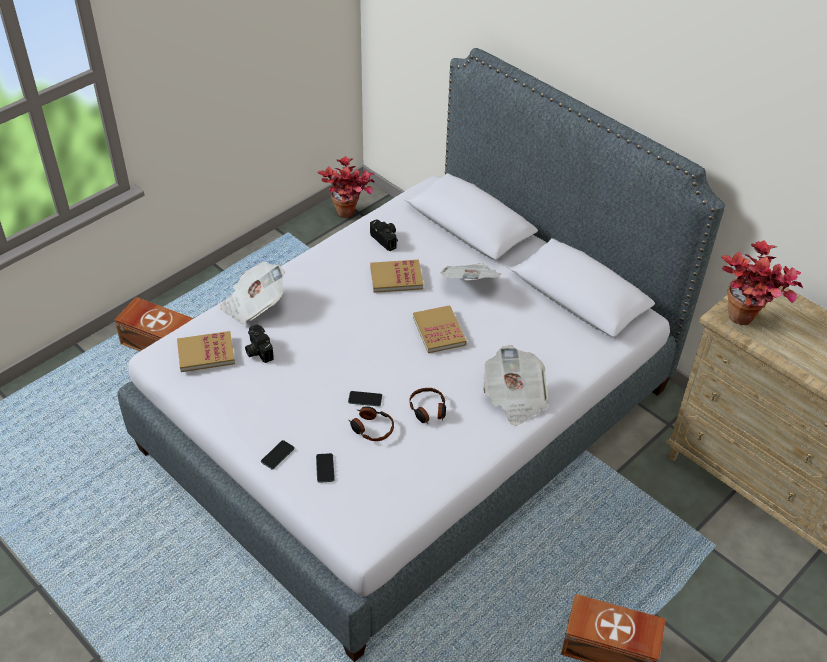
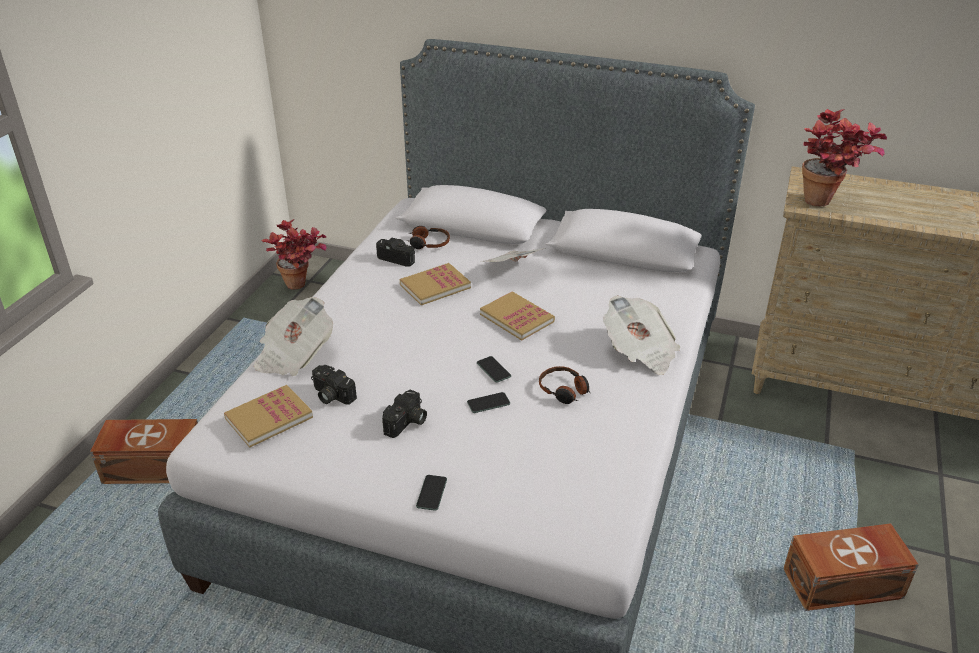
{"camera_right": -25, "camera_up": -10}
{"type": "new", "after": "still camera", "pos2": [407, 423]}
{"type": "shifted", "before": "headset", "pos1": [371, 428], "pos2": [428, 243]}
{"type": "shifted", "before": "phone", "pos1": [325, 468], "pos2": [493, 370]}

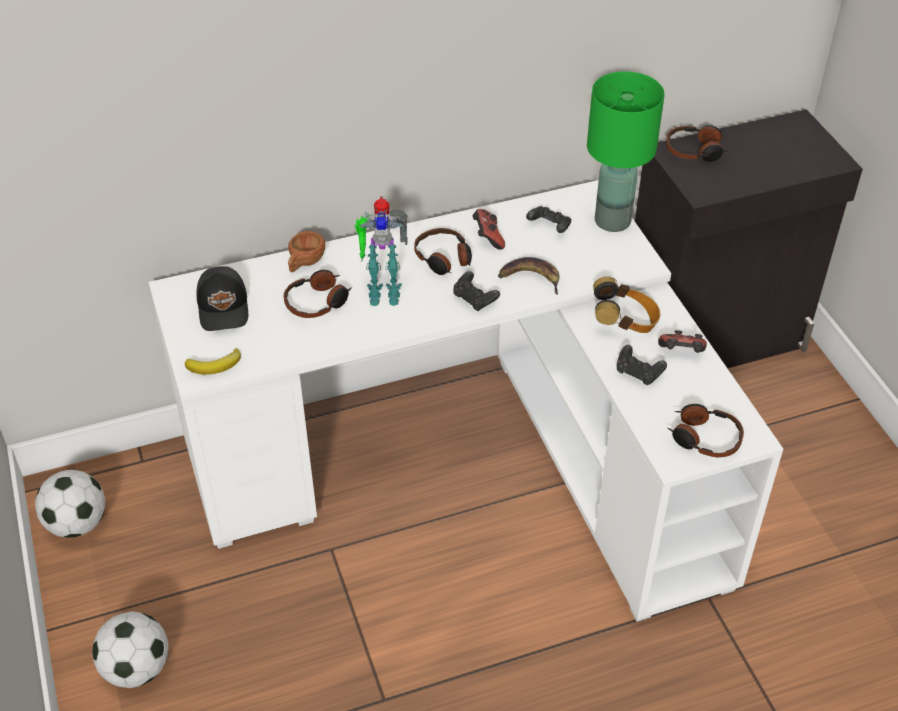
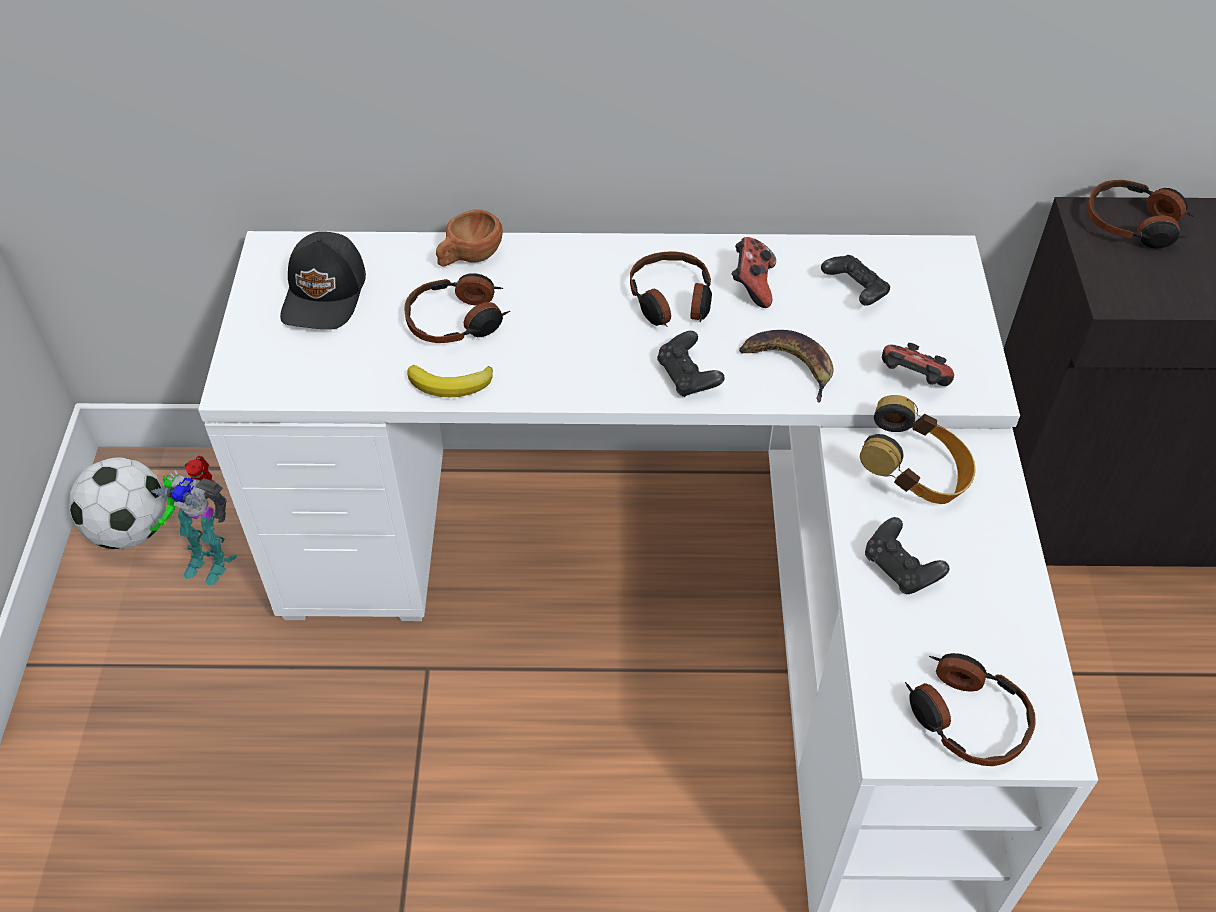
{"camera_right": 20, "camera_up": 5}
{"type": "shifted", "before": "toy robot", "pos1": [382, 290], "pos2": [209, 558]}
{"type": "shifted", "before": "whole banana", "pos1": [215, 365], "pos2": [451, 384]}
{"type": "shifted", "before": "game controller", "pos1": [681, 354], "pos2": [911, 382]}
{"type": "gone", "before": "ball for football", "pos1": [136, 668]}
{"type": "gone", "before": "green-coloured tabletop lamp", "pos1": [613, 221]}

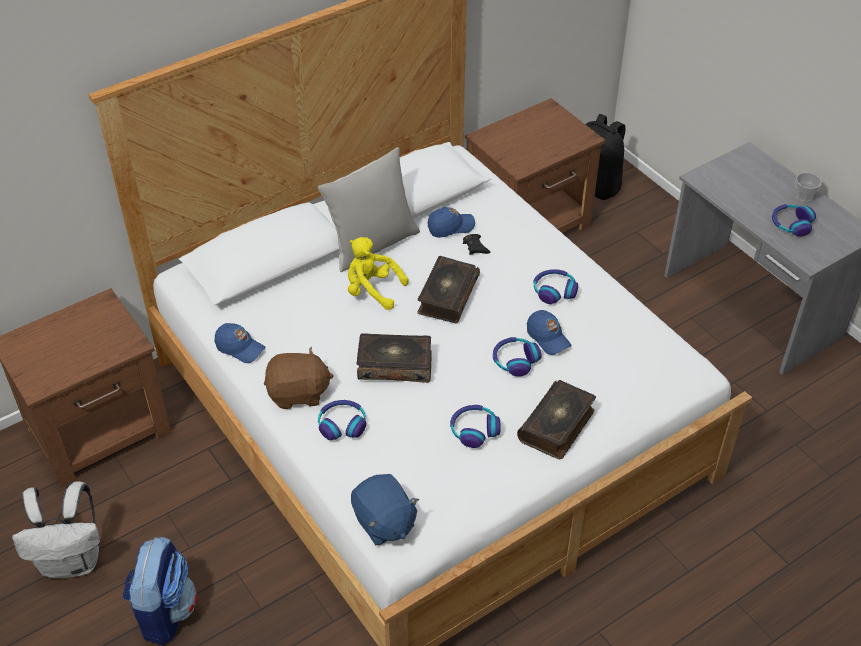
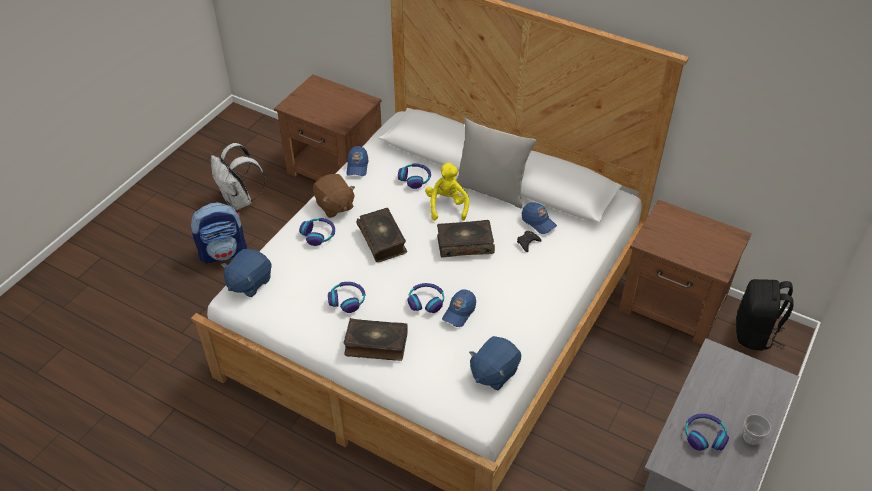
{"camera_right": 65, "camera_up": 0}
{"type": "shifted", "before": "headset", "pos1": [554, 290], "pos2": [415, 179]}
{"type": "new", "after": "blue soft toy", "pos2": [493, 372]}

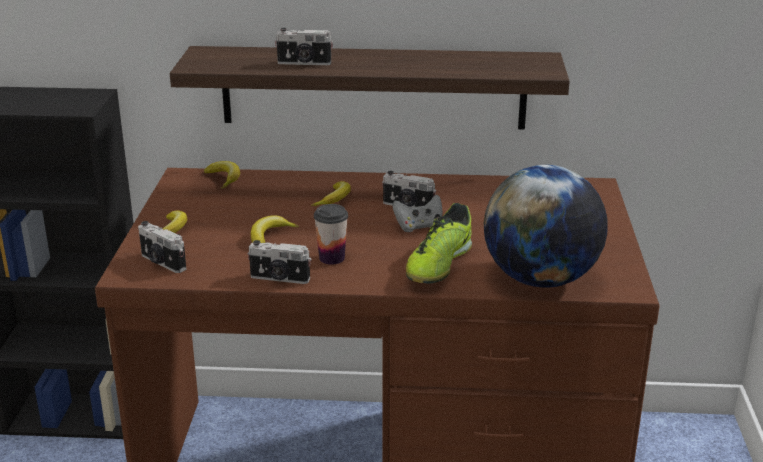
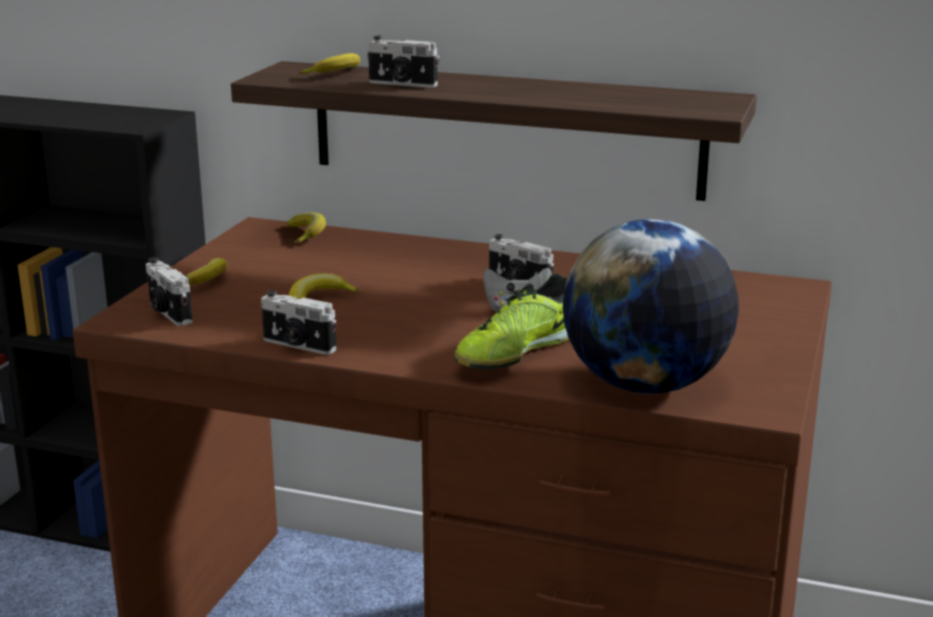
{"camera_right": 15, "camera_up": -5}
{"type": "shifted", "before": "whole banana", "pos1": [335, 199], "pos2": [336, 73]}
{"type": "gone", "before": "drinking cup", "pos1": [332, 258]}

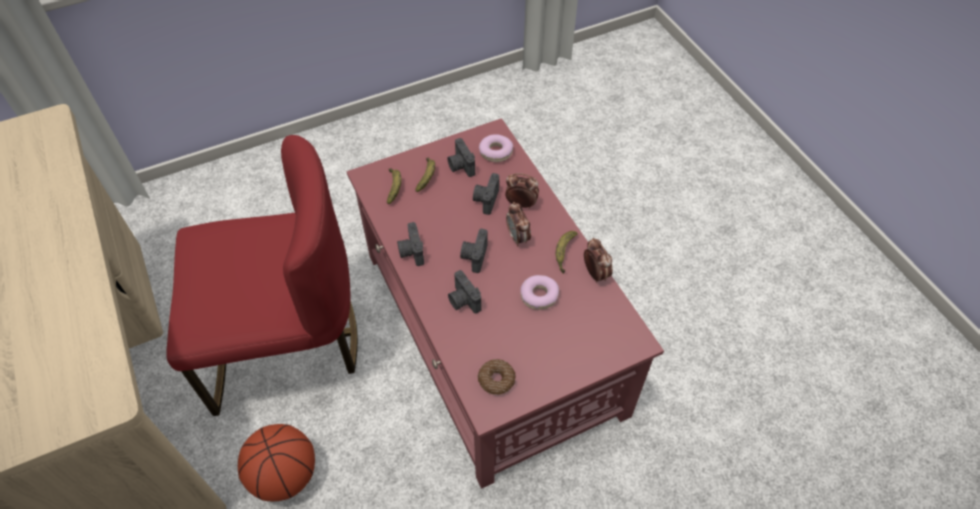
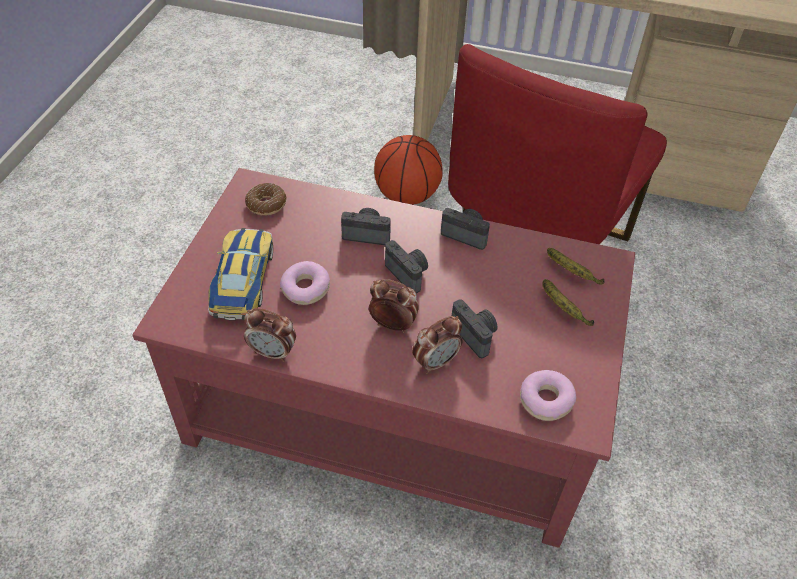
{"camera_right": 130, "camera_up": -5}
{"type": "new", "after": "model car", "pos2": [243, 280]}
{"type": "gone", "before": "still camera", "pos1": [460, 166]}
{"type": "gone", "before": "whole banana", "pos1": [564, 253]}

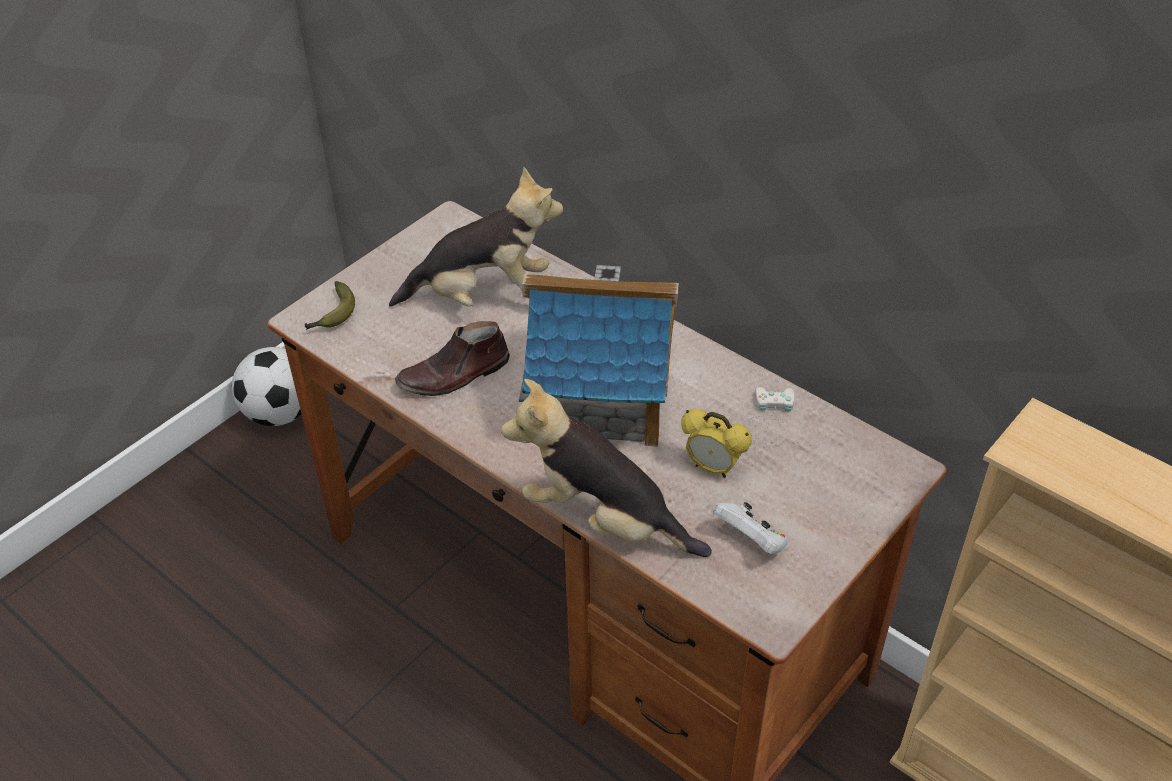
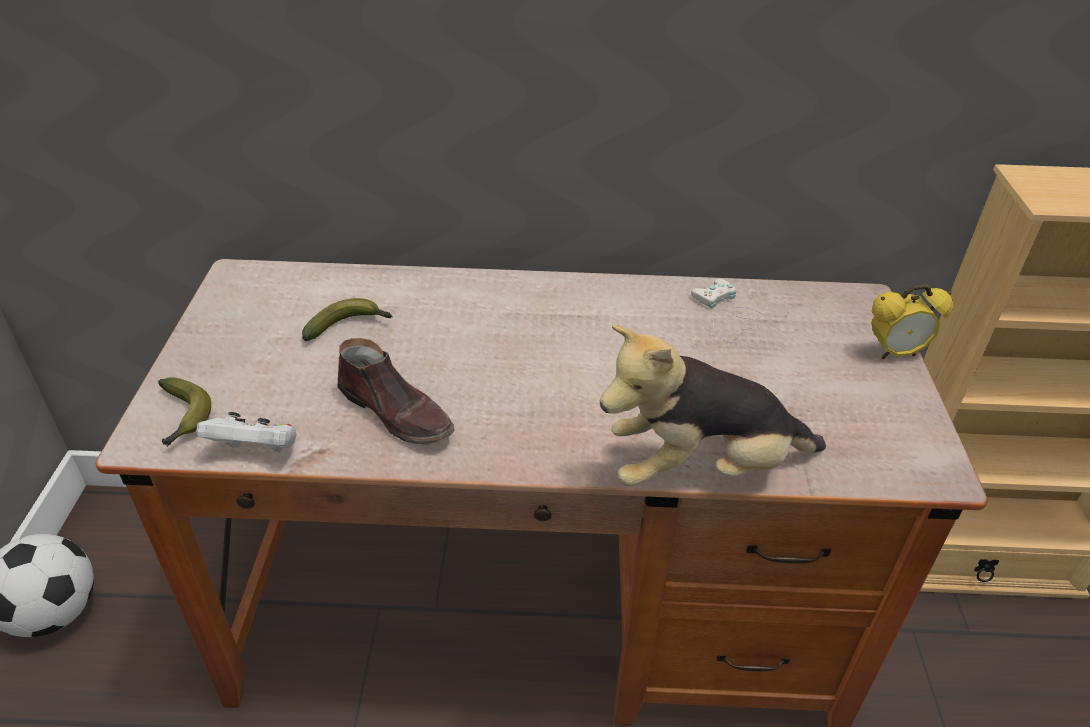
{"camera_right": -40, "camera_up": -5}
{"type": "shifted", "before": "white-coloured game controller", "pos1": [751, 542], "pos2": [257, 451]}
{"type": "swapped", "before": "soft toy", "after": "whole banana", "pos1": [484, 296], "pos2": [349, 327]}
{"type": "rotated", "before": "brown item of footwear", "pos1": [454, 375], "pos2": [397, 412], "turn": -75}
{"type": "shifted", "before": "bedside clock", "pos1": [713, 468], "pos2": [895, 353]}
{"type": "gone", "before": "model house", "pos1": [602, 396]}

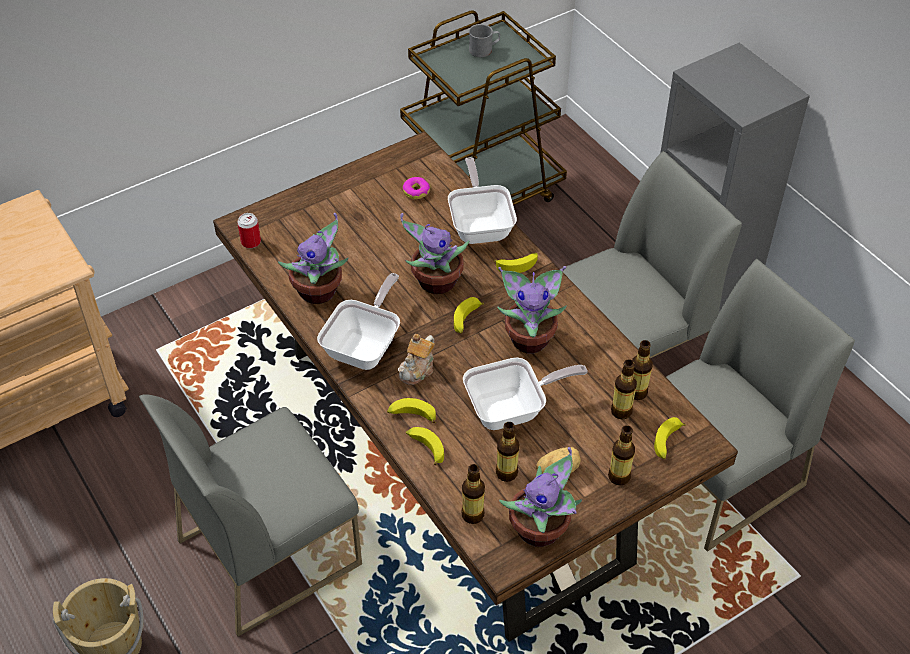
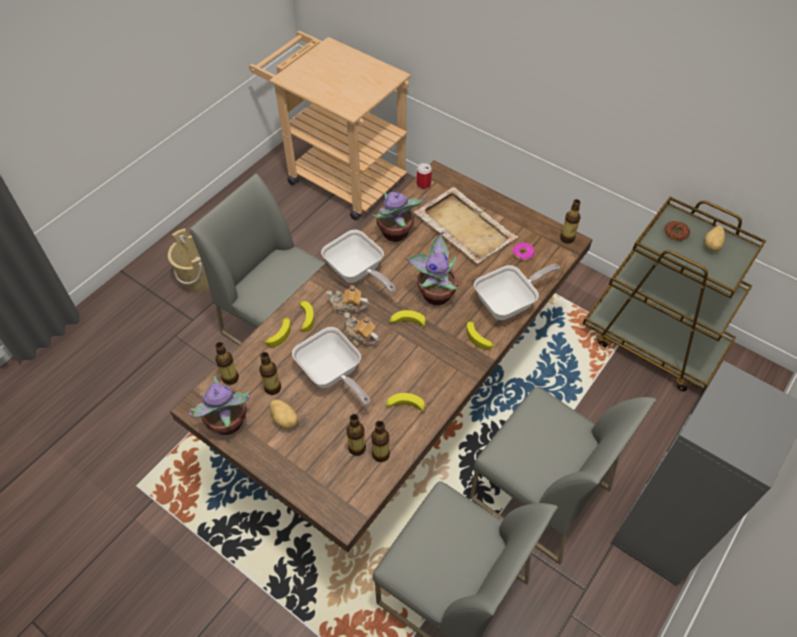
{"camera_right": 70, "camera_up": 5}
{"type": "rotated", "before": "skillet", "pos1": [365, 346], "pos2": [357, 273], "turn": 45}
{"type": "new", "after": "pot for tea", "pos2": [361, 337]}
{"type": "shifted", "before": "whole banana", "pos1": [667, 443], "pos2": [404, 406]}
{"type": "new", "after": "sand-coloured serving tray", "pos2": [464, 226]}
{"type": "shifted", "before": "drink bottle", "pos1": [619, 476], "pos2": [567, 238]}
{"type": "new", "after": "doughnut", "pos2": [676, 233]}
{"type": "swapped", "before": "greyish mug", "after": "potato", "pos1": [484, 49], "pos2": [712, 245]}
{"type": "gone", "before": "potted plant", "pos1": [530, 338]}

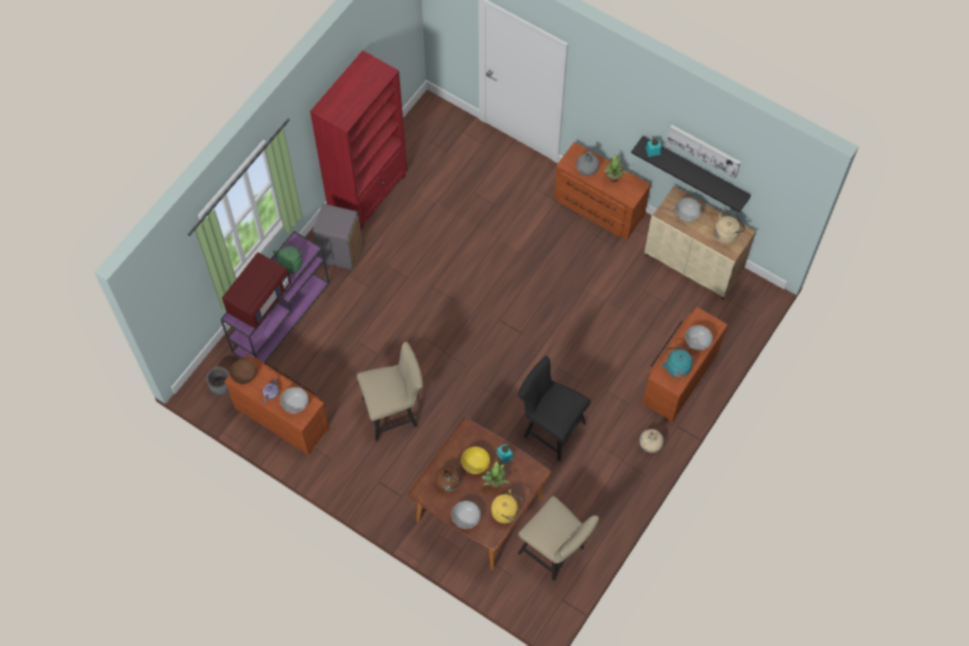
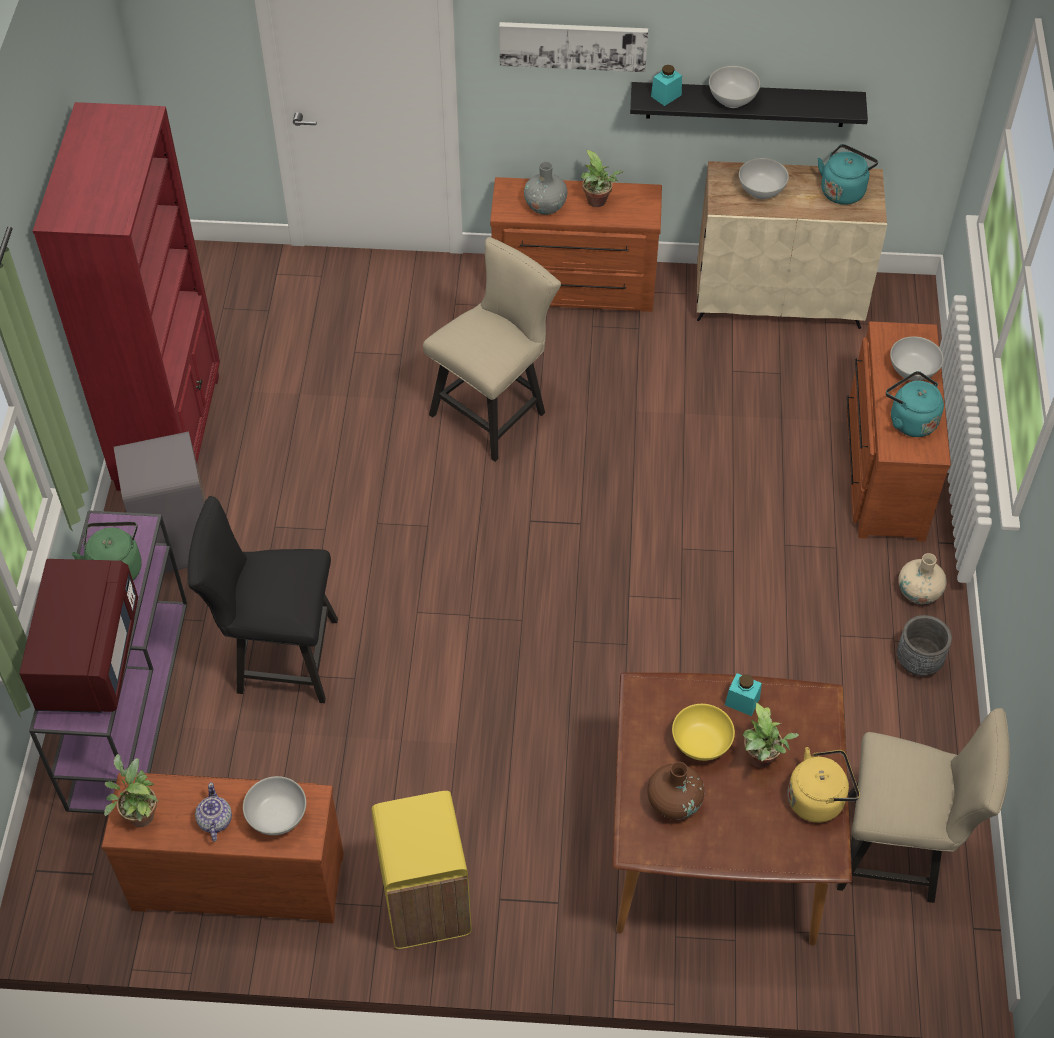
{"camera_right": -30, "camera_up": -10}
{"type": "swapped", "before": "brown deep dish", "after": "potted plant", "pos1": [245, 375], "pos2": [139, 814]}
{"type": "shifted", "before": "black upright chair", "pos1": [550, 428], "pos2": [278, 657]}
{"type": "new", "after": "yellowish trash can", "pos2": [425, 905]}
{"type": "shifted", "before": "sand-coloured upright chair", "pos1": [394, 412], "pos2": [494, 410]}
{"type": "shifted", "before": "picture", "pos1": [704, 150], "pos2": [573, 45]}
{"type": "shifted", "before": "white-coloured deep dish", "pos1": [466, 519], "pos2": [732, 100]}
{"type": "repainted", "before": "sand-coloured tea kettle", "after": "turquoise tea kettle", "pos1": [727, 234], "pos2": [843, 190]}
{"type": "shifted", "before": "greyish planter", "pos1": [221, 387], "pos2": [918, 661]}

